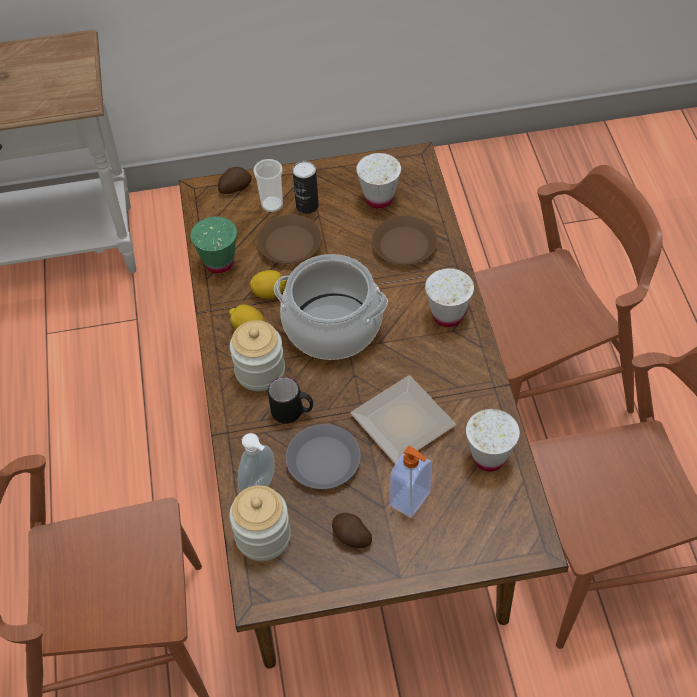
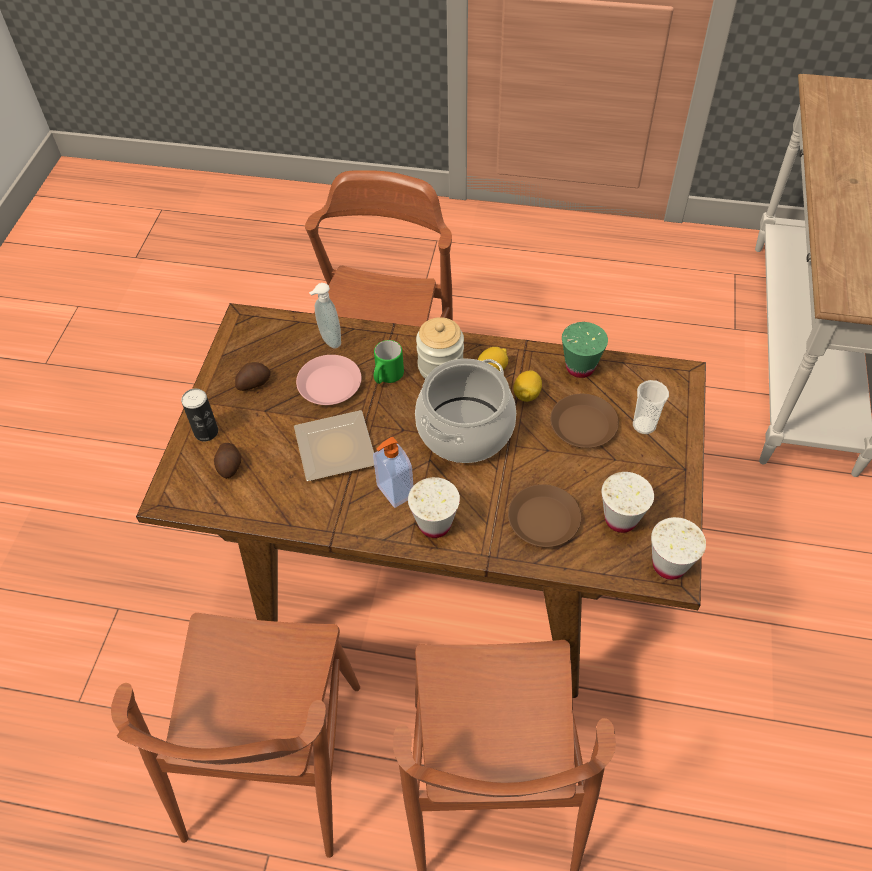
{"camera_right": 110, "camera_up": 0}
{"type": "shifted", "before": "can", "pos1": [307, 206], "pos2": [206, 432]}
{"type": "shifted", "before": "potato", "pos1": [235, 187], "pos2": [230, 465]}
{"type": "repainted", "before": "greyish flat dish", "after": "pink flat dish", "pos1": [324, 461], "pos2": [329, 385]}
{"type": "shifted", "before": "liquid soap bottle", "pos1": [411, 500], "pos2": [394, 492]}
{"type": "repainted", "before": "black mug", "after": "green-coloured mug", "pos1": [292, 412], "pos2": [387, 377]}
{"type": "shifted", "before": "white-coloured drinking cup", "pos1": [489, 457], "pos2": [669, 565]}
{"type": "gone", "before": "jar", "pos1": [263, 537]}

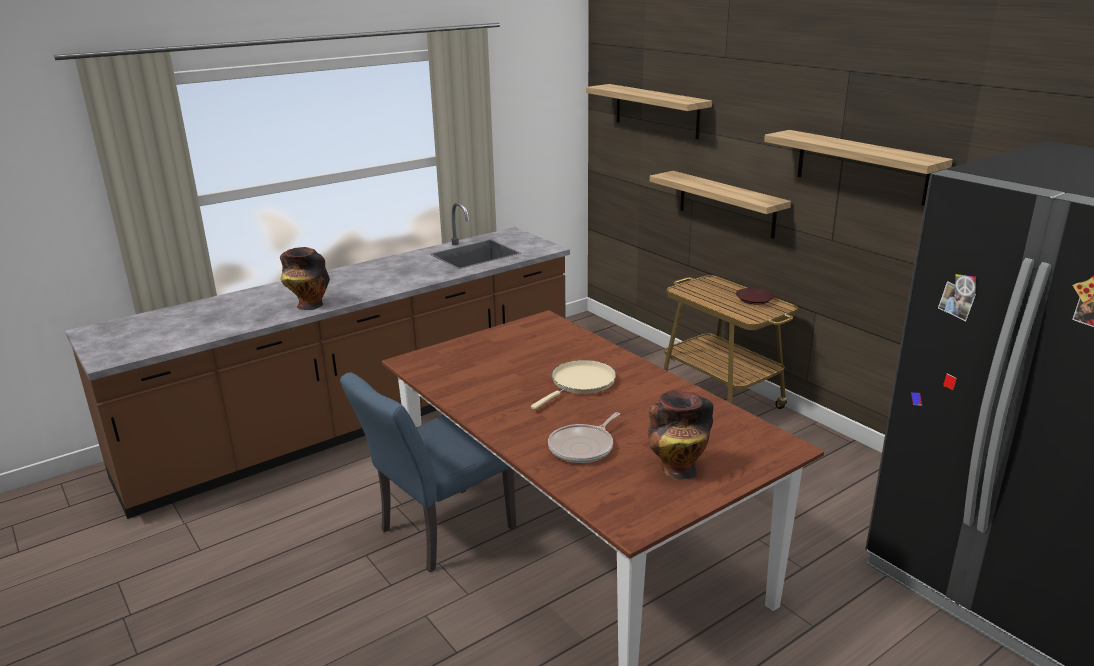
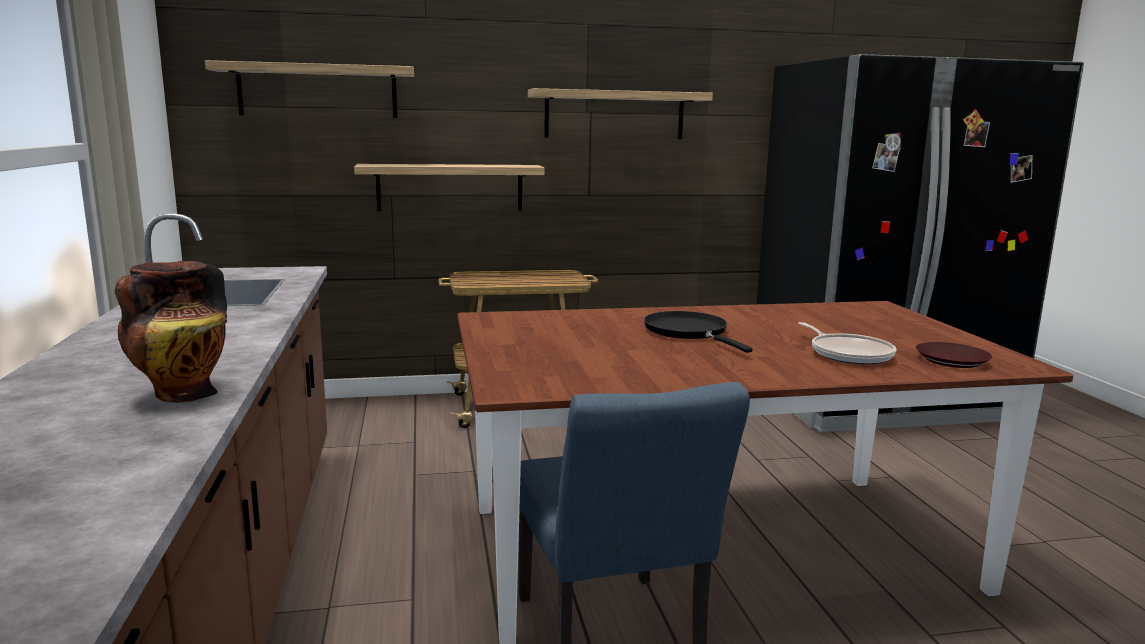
{"camera_right": -65, "camera_up": -10}
{"type": "repainted", "before": "sand-coloured skillet", "after": "black skillet", "pos1": [580, 383], "pos2": [689, 332]}
{"type": "shifted", "before": "brown flat dish", "pos1": [754, 299], "pos2": [951, 360]}
{"type": "gone", "before": "vase", "pos1": [677, 470]}

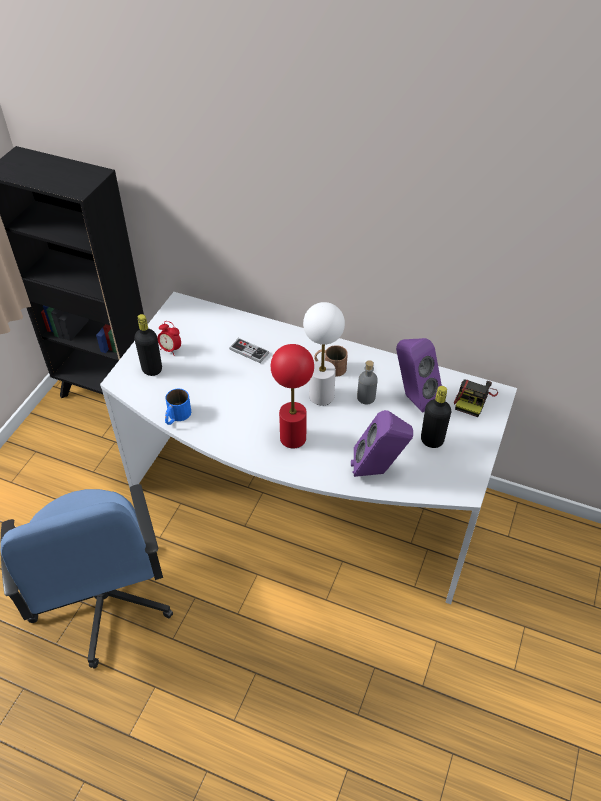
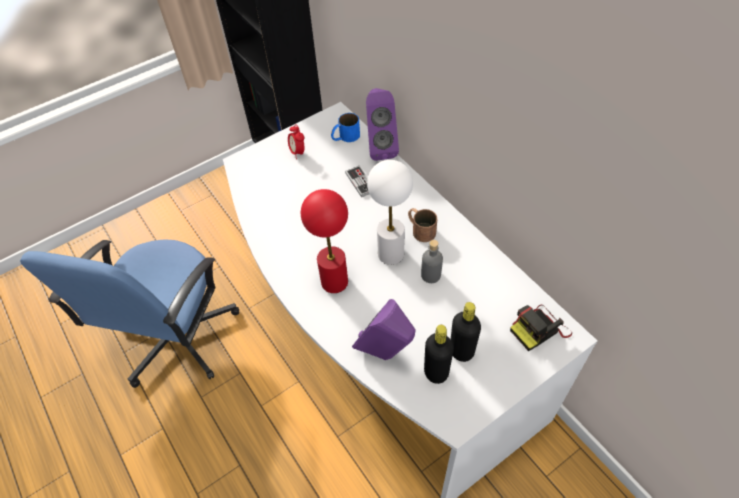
{"camera_right": 35, "camera_up": 5}
{"type": "shifted", "before": "blue mug", "pos1": [176, 416], "pos2": [345, 137]}
{"type": "shifted", "before": "purplish audio speaker", "pos1": [413, 397], "pos2": [380, 148]}
{"type": "shifted", "before": "black drink bottle", "pos1": [152, 369], "pos2": [436, 372]}

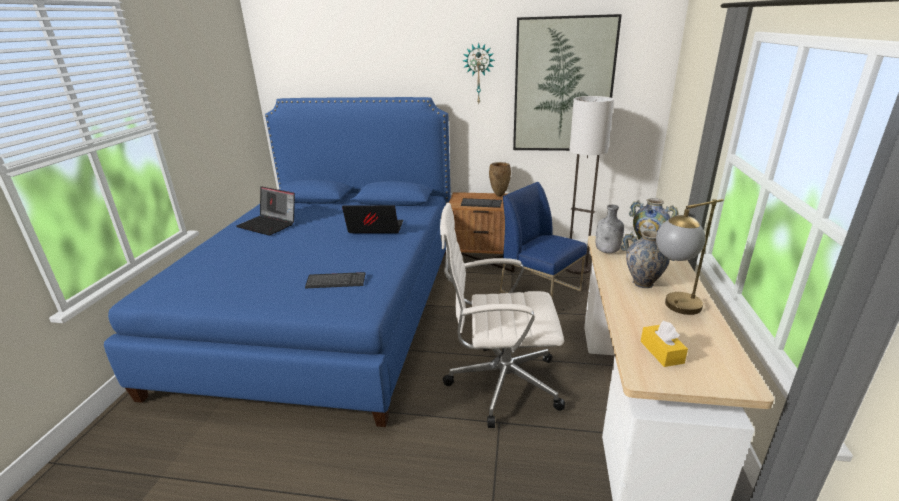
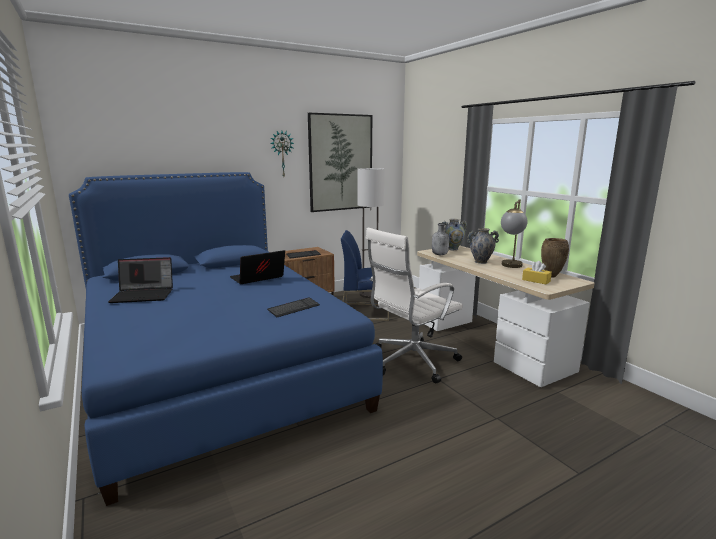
{"camera_right": -40, "camera_up": -10}
{"type": "shifted", "before": "brown vase", "pos1": [499, 195], "pos2": [551, 276]}

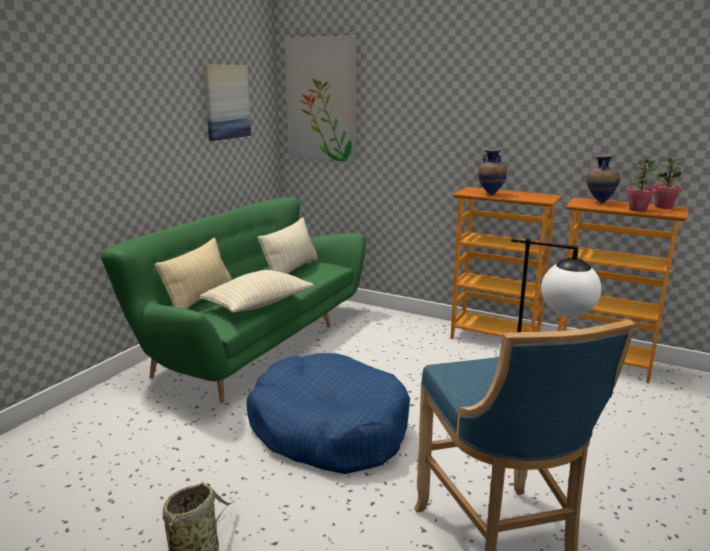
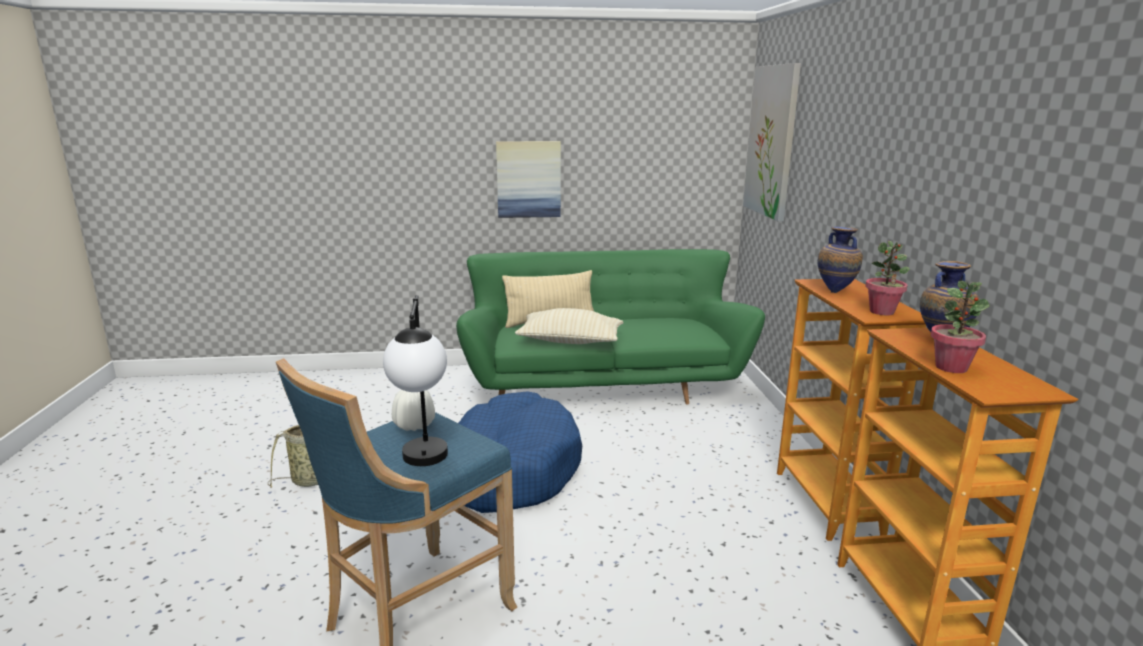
{"camera_right": 55, "camera_up": 0}
{"type": "new", "after": "white-coloured vase", "pos2": [414, 425]}
{"type": "shifted", "before": "picture", "pos1": [226, 102], "pos2": [528, 179]}
{"type": "shifted", "before": "potted plant", "pos1": [663, 207], "pos2": [882, 312]}
{"type": "gone", "before": "sand-coloured throw pillow", "pos1": [291, 270]}

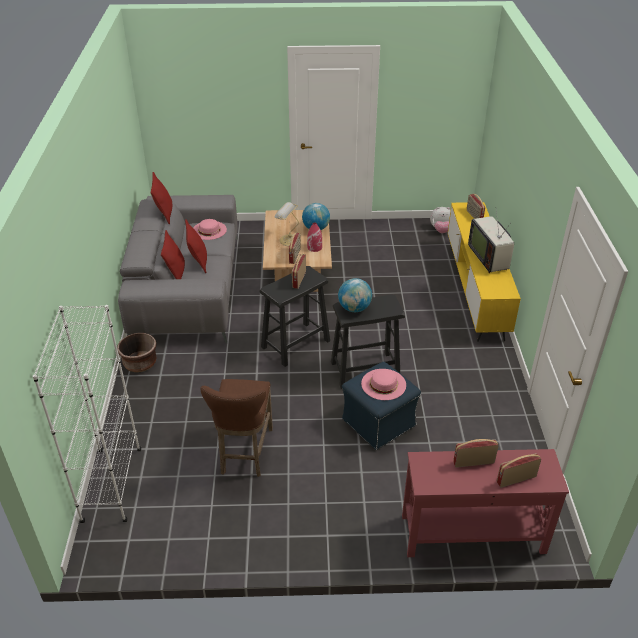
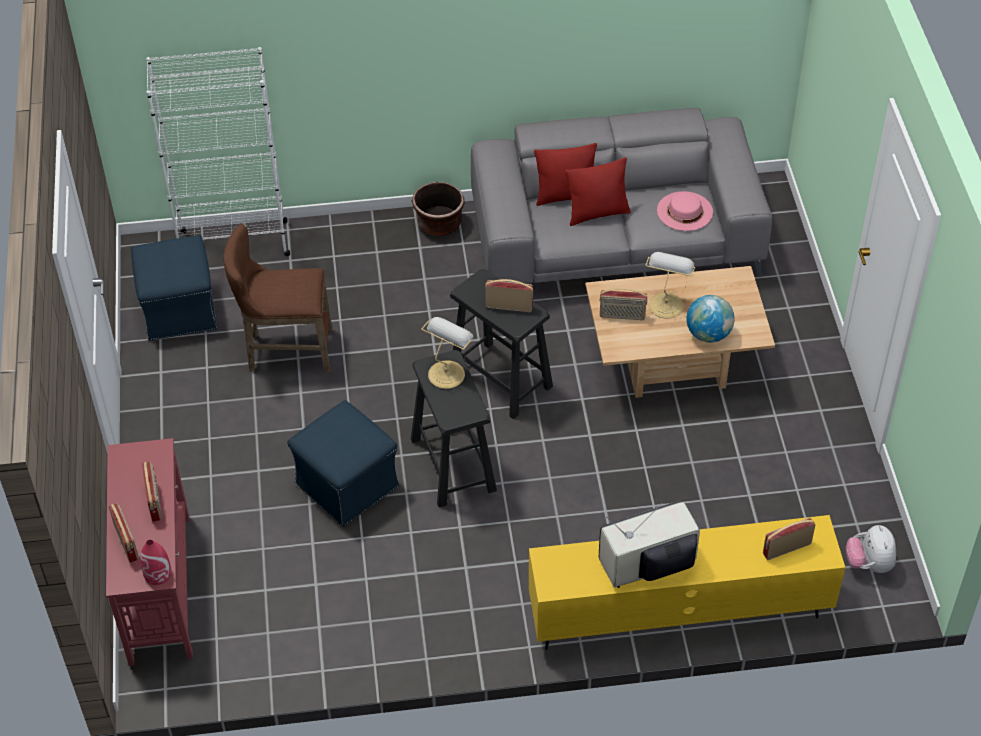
{"camera_right": 85, "camera_up": 10}
{"type": "new", "after": "blue ottoman", "pos2": [179, 310]}
{"type": "shifted", "before": "red-coloured vase", "pos1": [314, 247], "pos2": [158, 573]}
{"type": "swapped", "before": "globe", "after": "tabletop lamp", "pos1": [354, 308], "pos2": [447, 373]}
{"type": "gone", "before": "red-coloured throw pillow", "pos1": [164, 214]}
{"type": "gone", "before": "pink clothing hat", "pos1": [383, 384]}

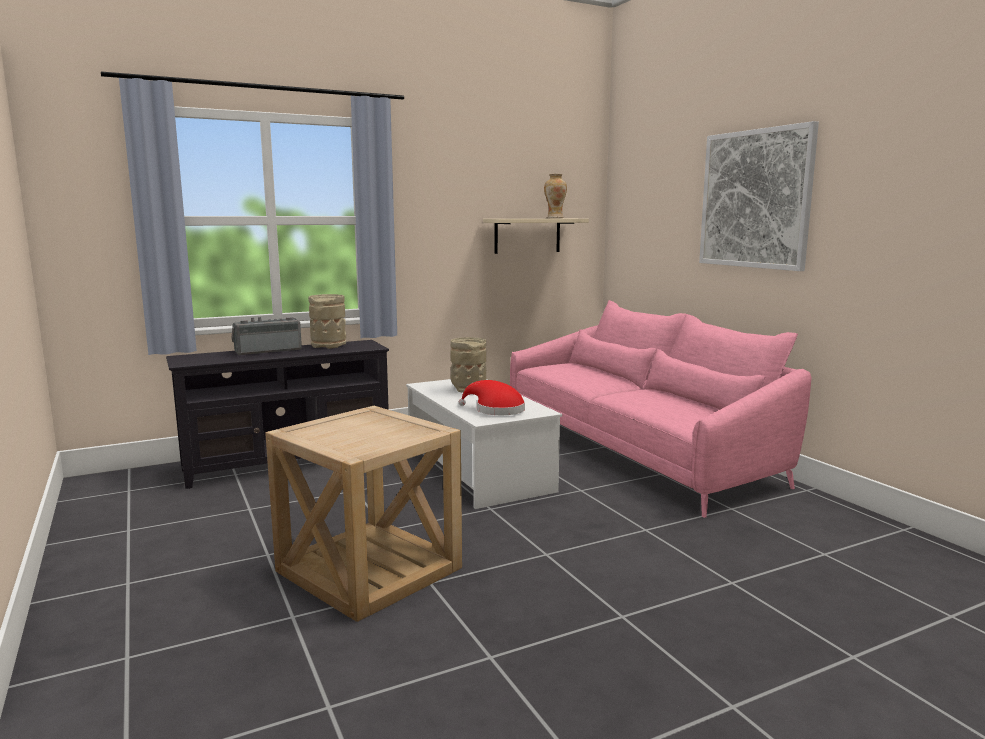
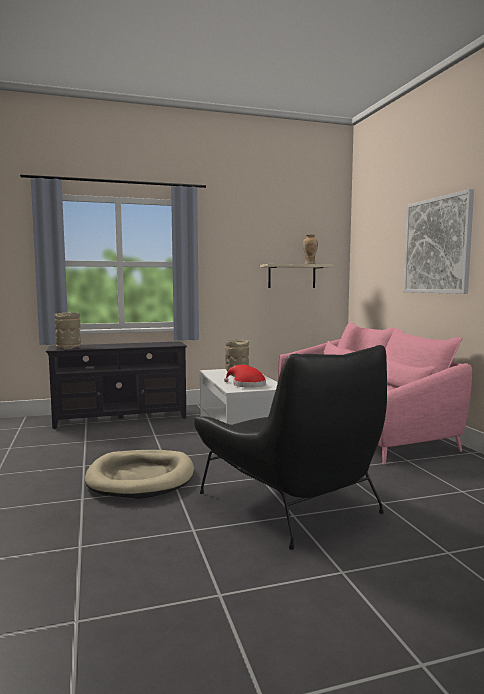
{"camera_right": 10, "camera_up": -5}
{"type": "shifted", "before": "sand-coloured vase", "pos1": [329, 345], "pos2": [69, 347]}
{"type": "swapped", "before": "sand-coloured end table", "after": "sand-coloured pet bed", "pos1": [369, 570], "pos2": [141, 478]}
{"type": "new", "after": "black lounge chair", "pos2": [290, 502]}
{"type": "gone", "before": "radio set", "pos1": [268, 351]}

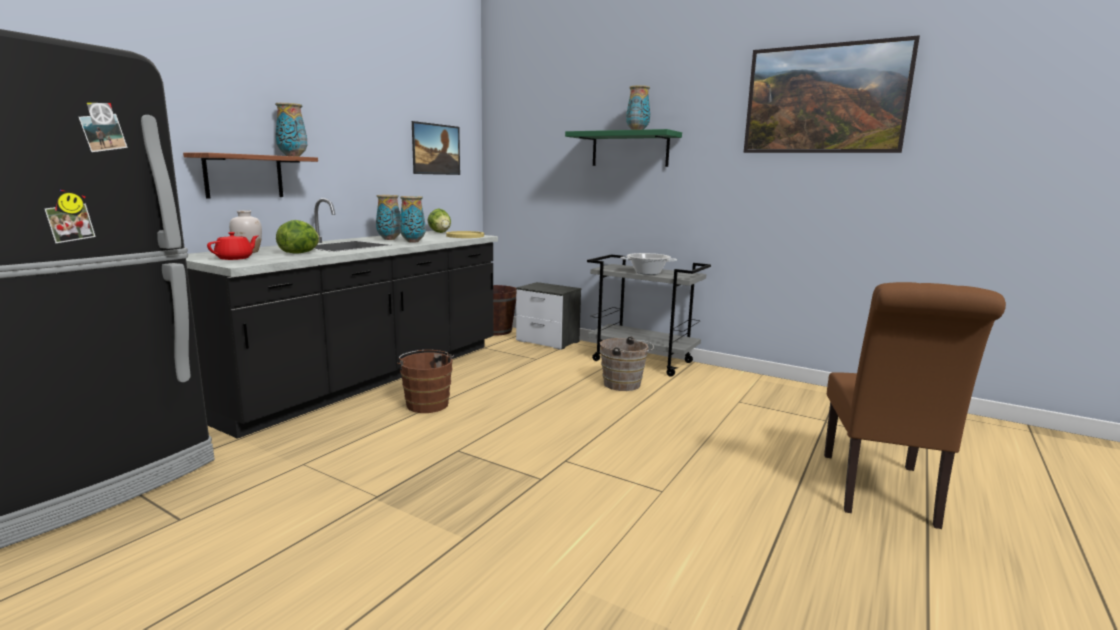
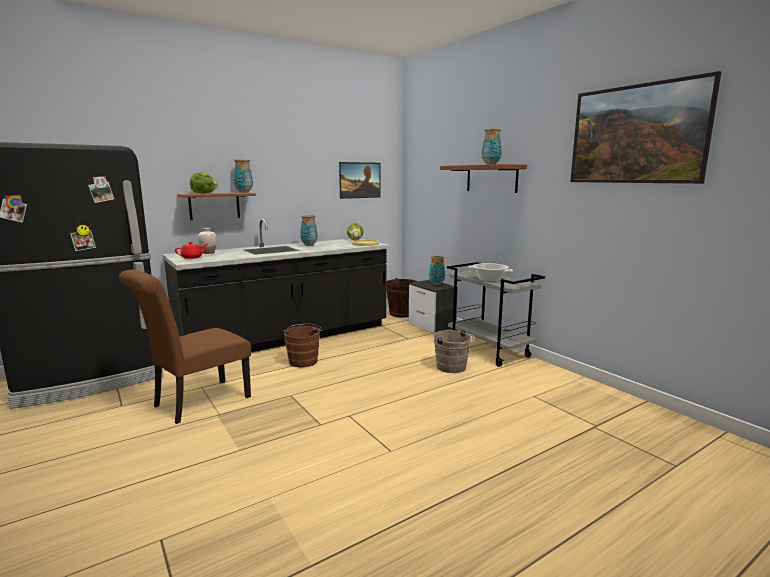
{"camera_right": 25, "camera_up": 0}
{"type": "shifted", "before": "brown upright chair", "pos1": [880, 493], "pos2": [196, 403]}
{"type": "shifted", "before": "lettuce head", "pos1": [300, 253], "pos2": [204, 193]}
{"type": "shifted", "before": "vase", "pos1": [413, 241], "pos2": [437, 284]}
{"type": "repainted", "before": "green-coloured bracket shelf", "after": "brown bracket shelf", "pos1": [630, 149], "pos2": [491, 178]}

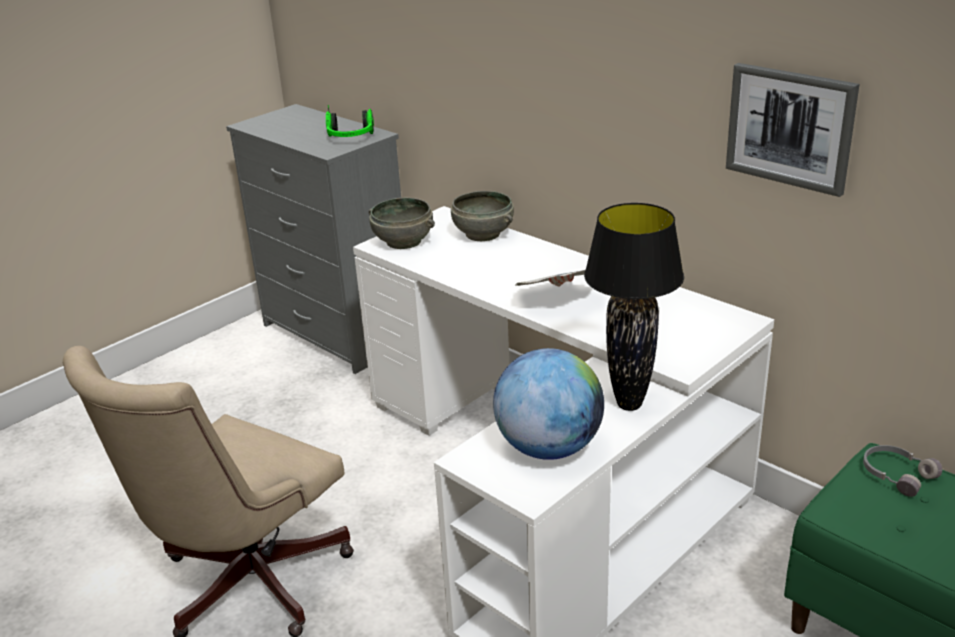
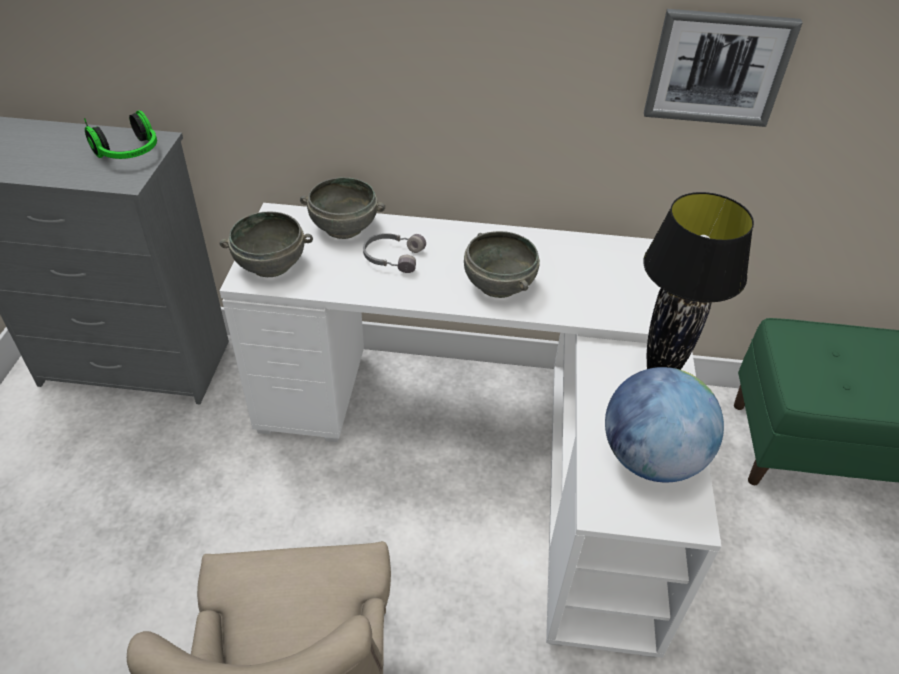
{"camera_right": -40, "camera_up": 15}
{"type": "shifted", "before": "greyish headset", "pos1": [896, 474], "pos2": [392, 257]}
{"type": "swapped", "before": "daily paper", "after": "greyish deep dish", "pos1": [557, 299], "pos2": [498, 285]}

